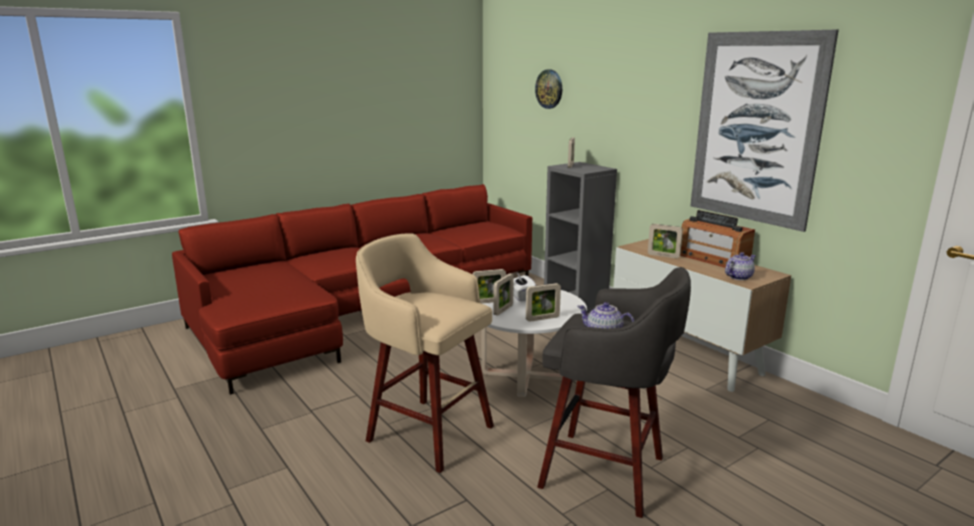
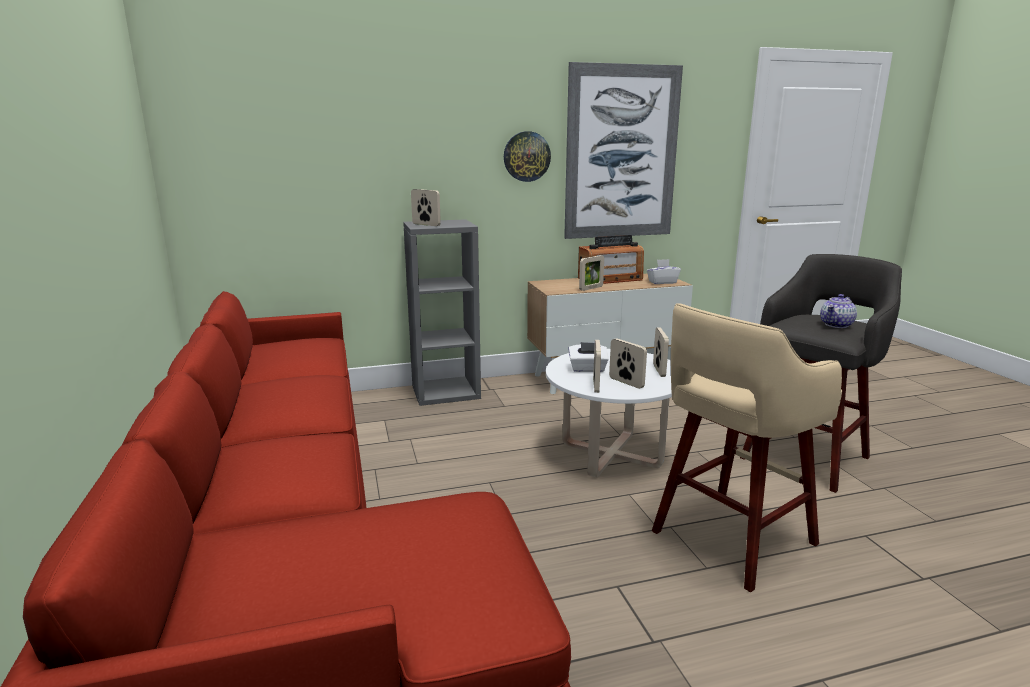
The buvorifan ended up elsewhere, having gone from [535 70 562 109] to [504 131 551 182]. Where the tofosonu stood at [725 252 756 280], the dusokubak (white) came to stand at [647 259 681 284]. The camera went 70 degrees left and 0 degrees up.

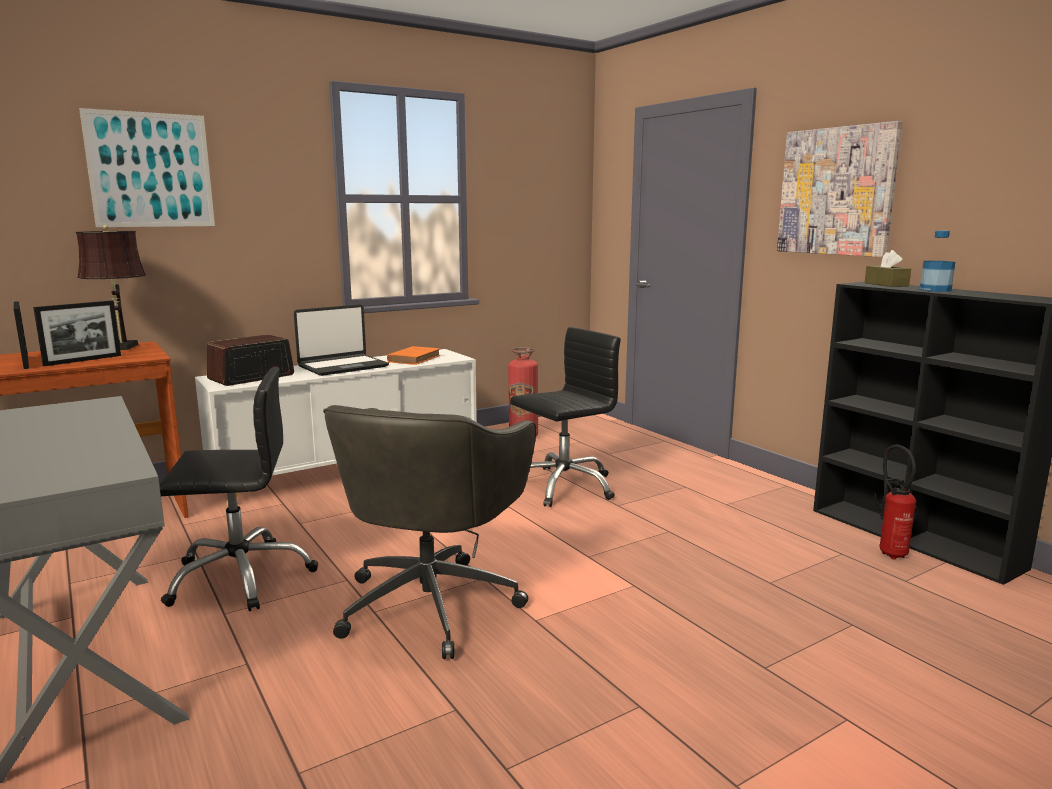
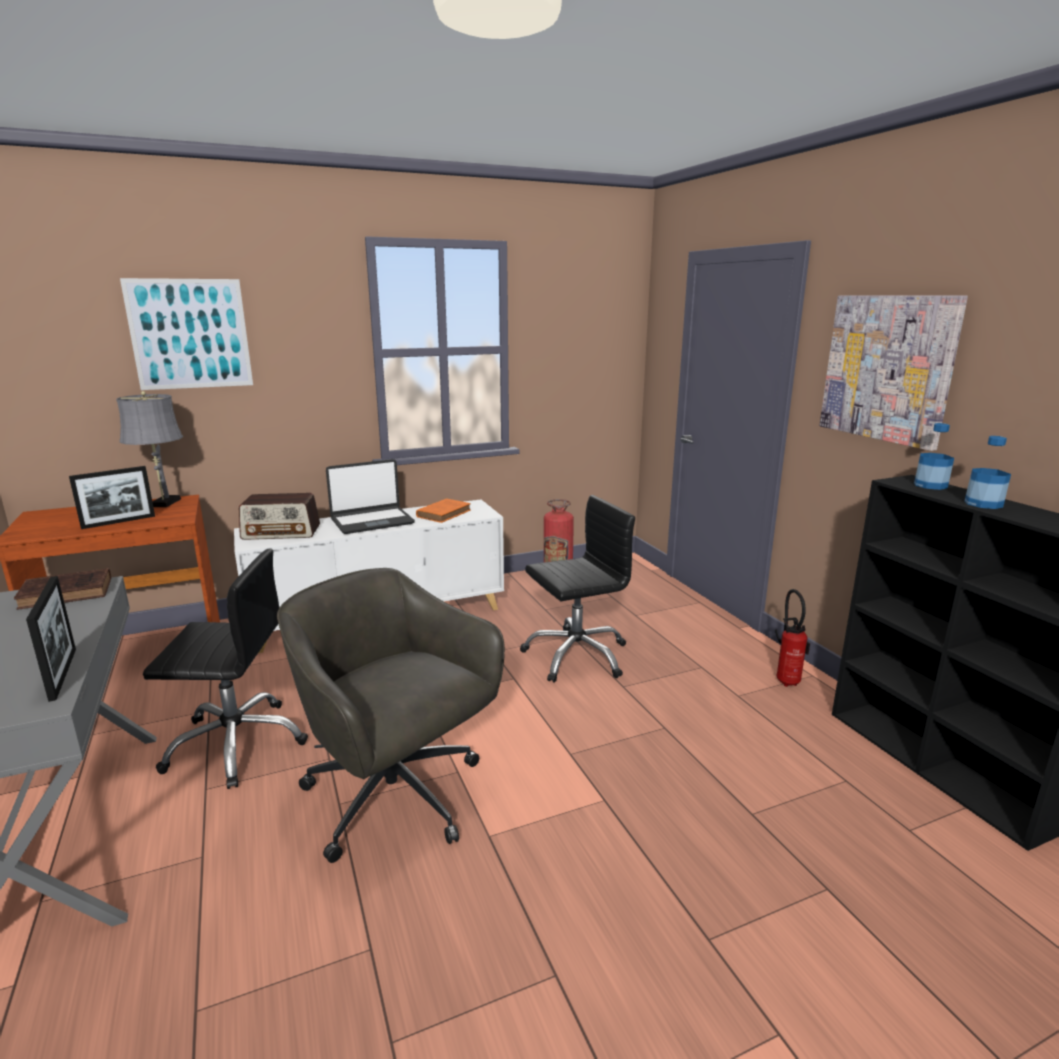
What was the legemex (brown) at [76 225 146 350] turned into the legemex (grey) at [116 391 183 507]. Where the dusokubak (brown) stood at [865 250 911 287], the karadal came to stand at [914 423 954 490]. The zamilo ended up elsewhere, having gone from [14 301 29 369] to [26 576 76 702]. The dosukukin at [207 335 294 386] ended up facing another way, 150 degrees counterclockwise from before. The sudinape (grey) at [323 405 536 659] ended up facing another way, 105 degrees clockwise from before. The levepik ended up elsewhere, having gone from [874 445 917 560] to [775 589 810 687]. The second view gained the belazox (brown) at [14 568 111 610]. The camera went 10 degrees right and 5 degrees up.

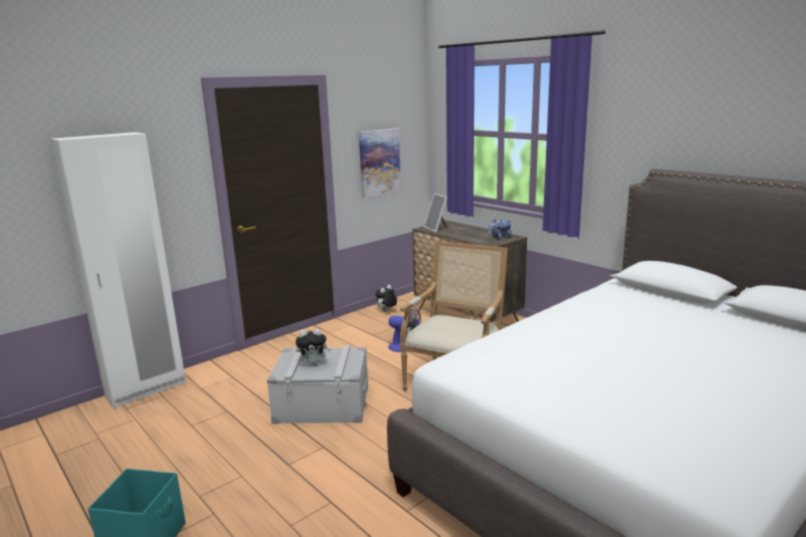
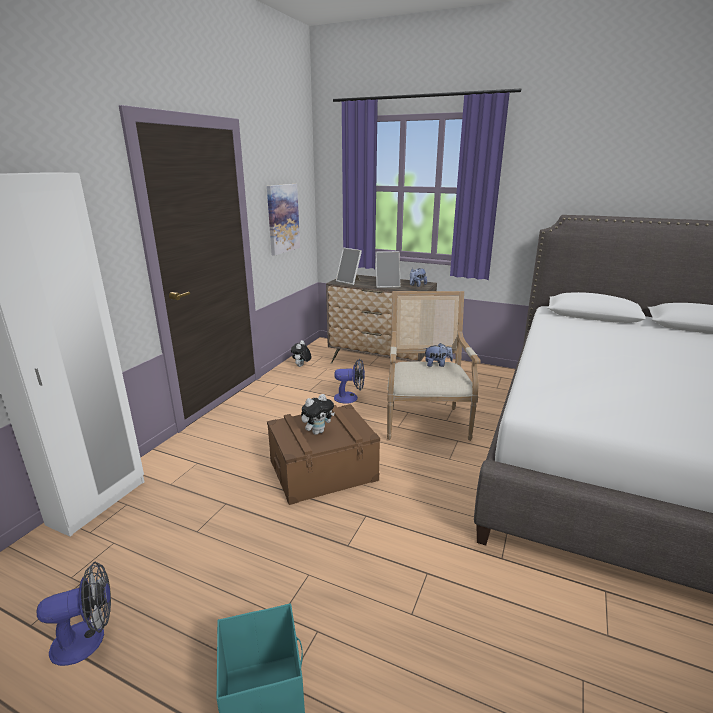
What was the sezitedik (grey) at [267 345 368 424] turned into the sezitedik (brown) at [267 404 380 505]. The second view gained the zamilo at [375 251 400 288]. The second view gained the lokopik at [424 343 453 367]. The second view gained the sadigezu at [36 562 111 666]. The camera went 25 degrees left and 5 degrees up.

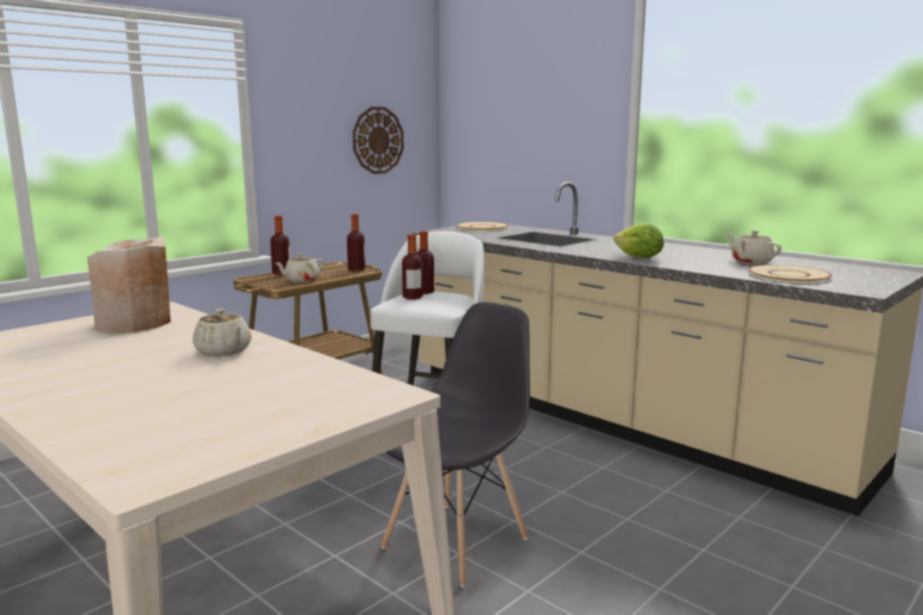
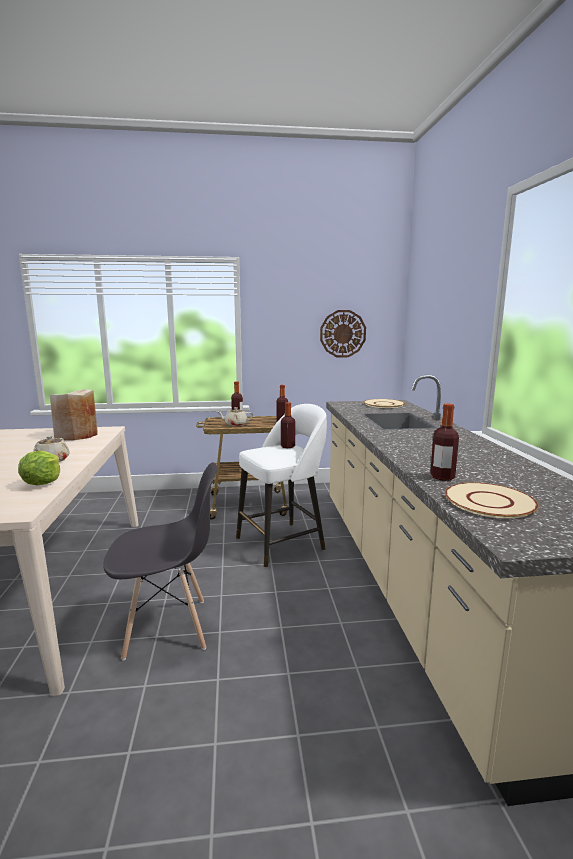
The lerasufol ended up elsewhere, having gone from [613 223 664 258] to [18 450 60 485]. The second view lost the tofosonu (beige) at [726 231 782 264]. The karadal ended up elsewhere, having gone from [402 234 423 300] to [430 404 459 481]. The camera went 40 degrees right and 0 degrees up.

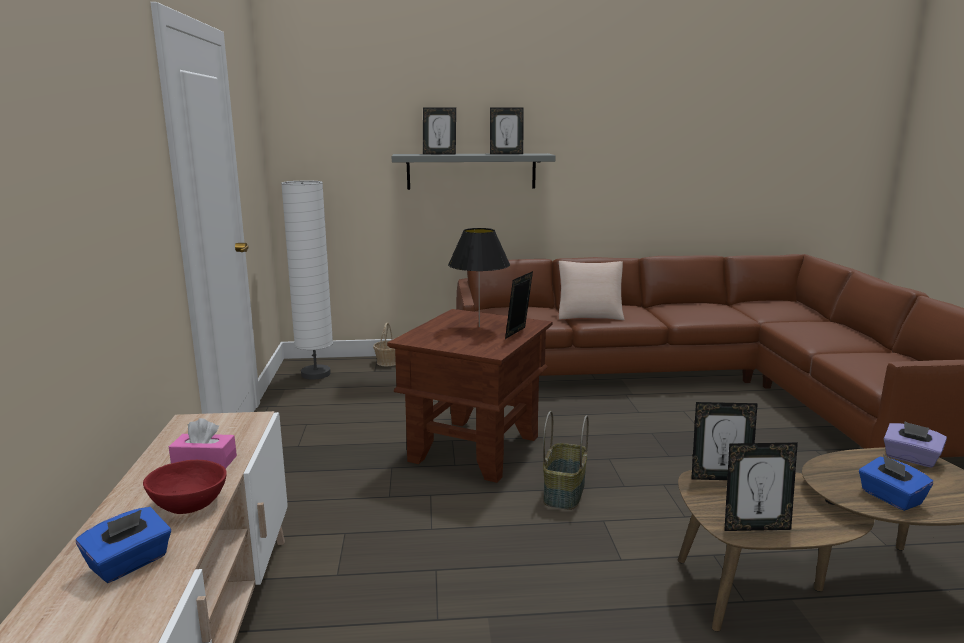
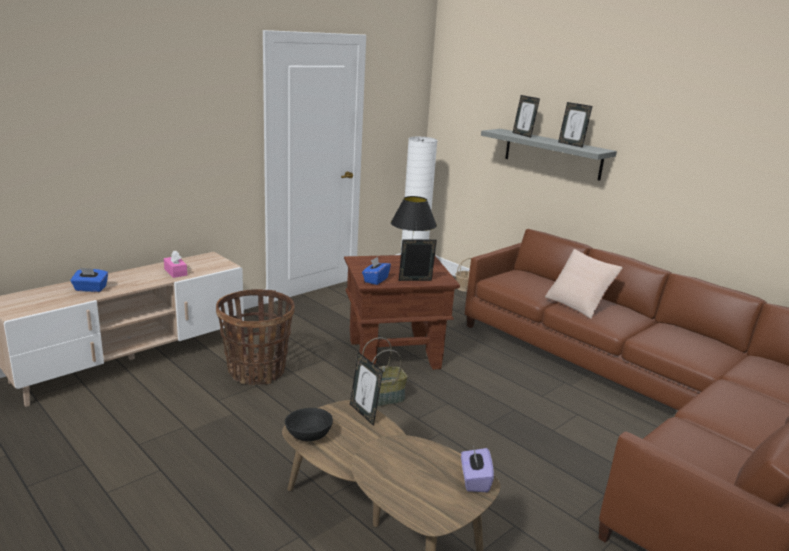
Where the zamilo stood at [724 442 798 531], the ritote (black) came to stand at [285 408 333 441]. The dusokubak (blue) ended up elsewhere, having gone from [859 455 933 511] to [362 257 391 285]. The second view lost the ritote (red) at [143 460 227 514]. The second view gained the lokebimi at [216 289 295 385]. The camera went 50 degrees right and 5 degrees up.

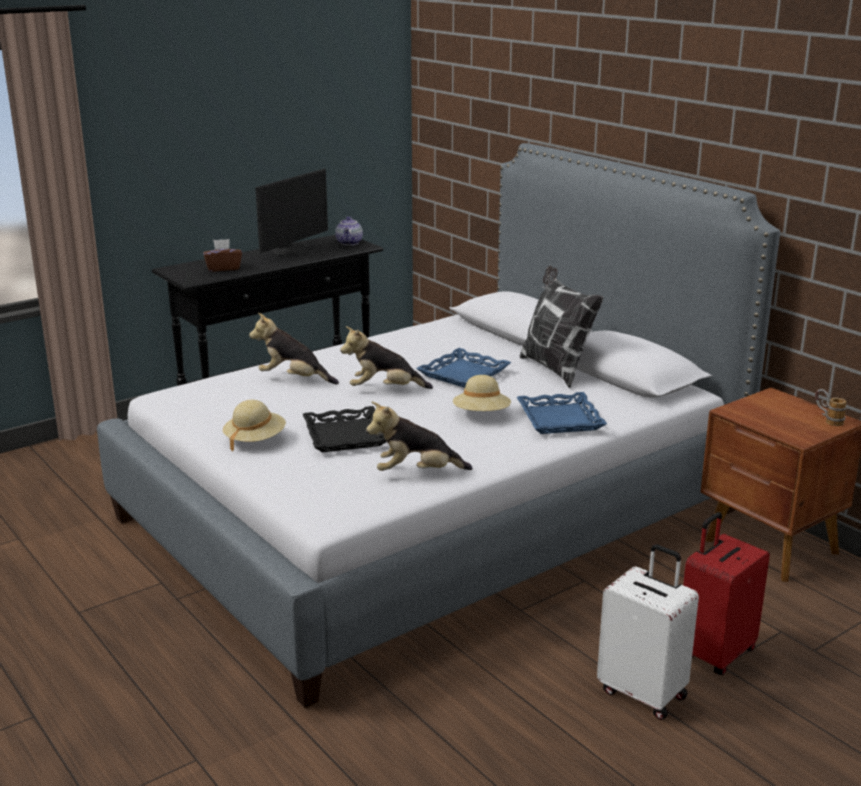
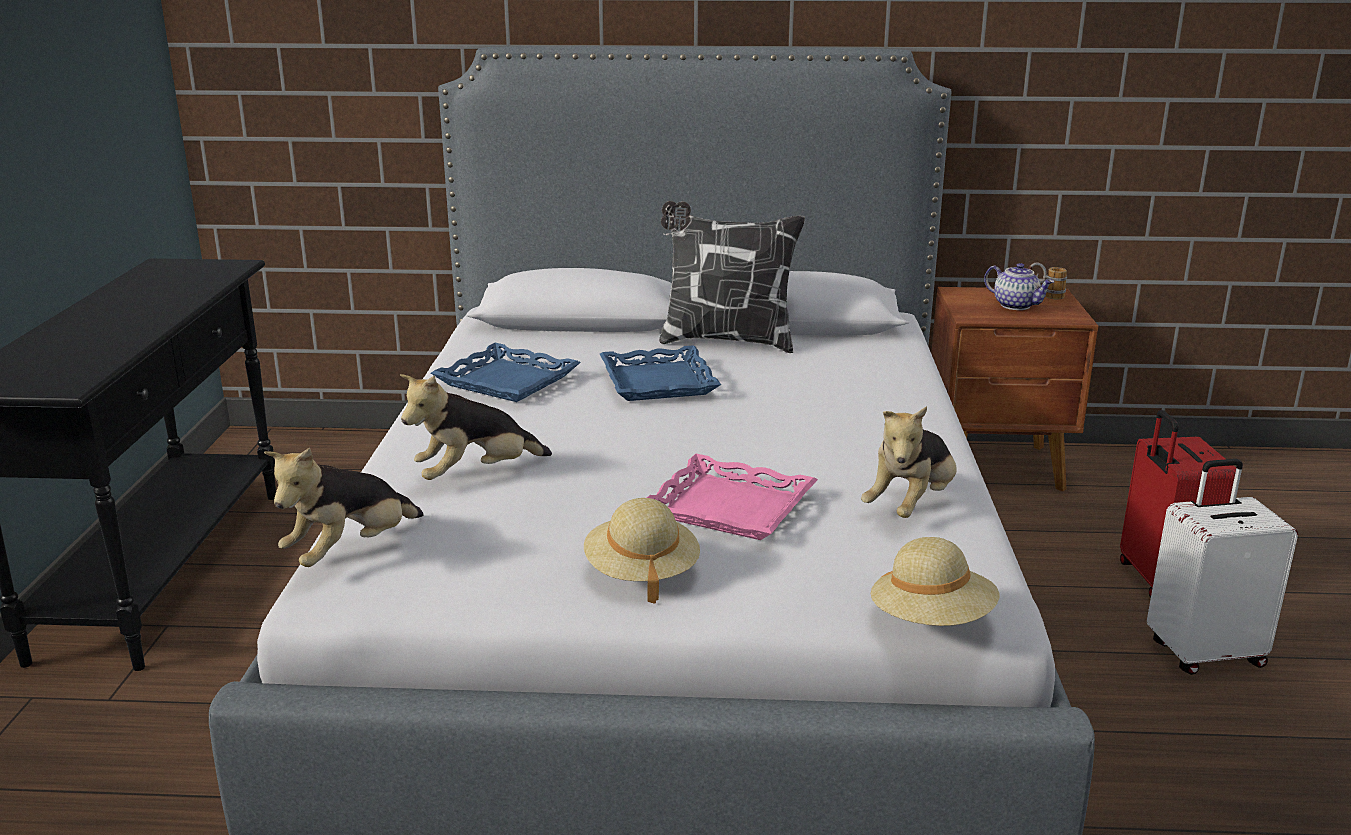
The second view lost the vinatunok at [255 169 328 255]. The tofosonu ended up elsewhere, having gone from [335 217 363 246] to [984 263 1054 310]. The second view lost the dusokubak (brown) at [203 239 242 272]. The lokopik ended up elsewhere, having gone from [340 326 433 389] to [264 448 424 567]. The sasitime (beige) ended up elsewhere, having gone from [453 375 511 411] to [871 537 999 626]. The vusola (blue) ended up elsewhere, having gone from [517 392 607 434] to [431 343 581 402]. What was the vusola (black) at [303 406 387 452] turned into the vusola (pink) at [647 454 818 540]. The camera went 50 degrees left and 0 degrees up.

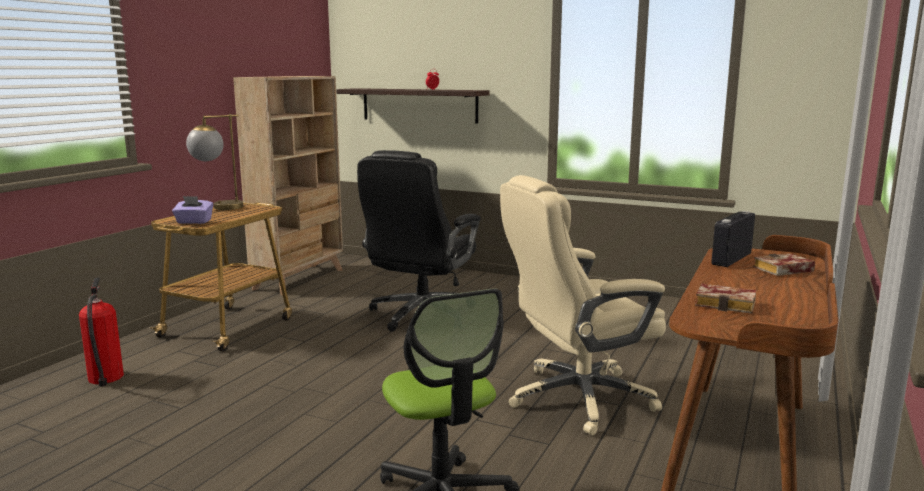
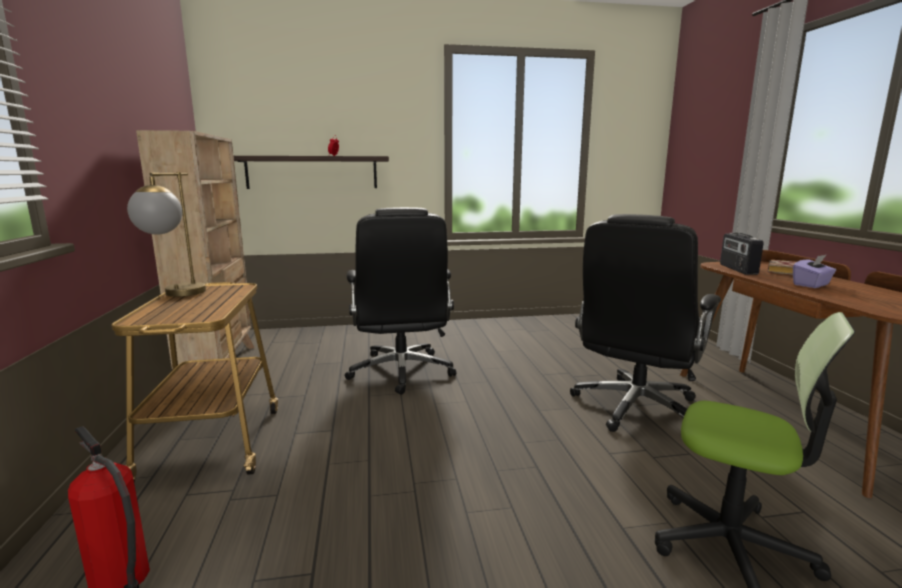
What was the sudinape (beige) at [500 175 666 436] turned into the sudinape (black) at [570 214 721 432]. The dusokubak (purple) ended up elsewhere, having gone from [172 196 213 224] to [793 254 836 288]. The second view lost the belazox at [695 284 756 314]. The camera went 35 degrees left and 0 degrees up.

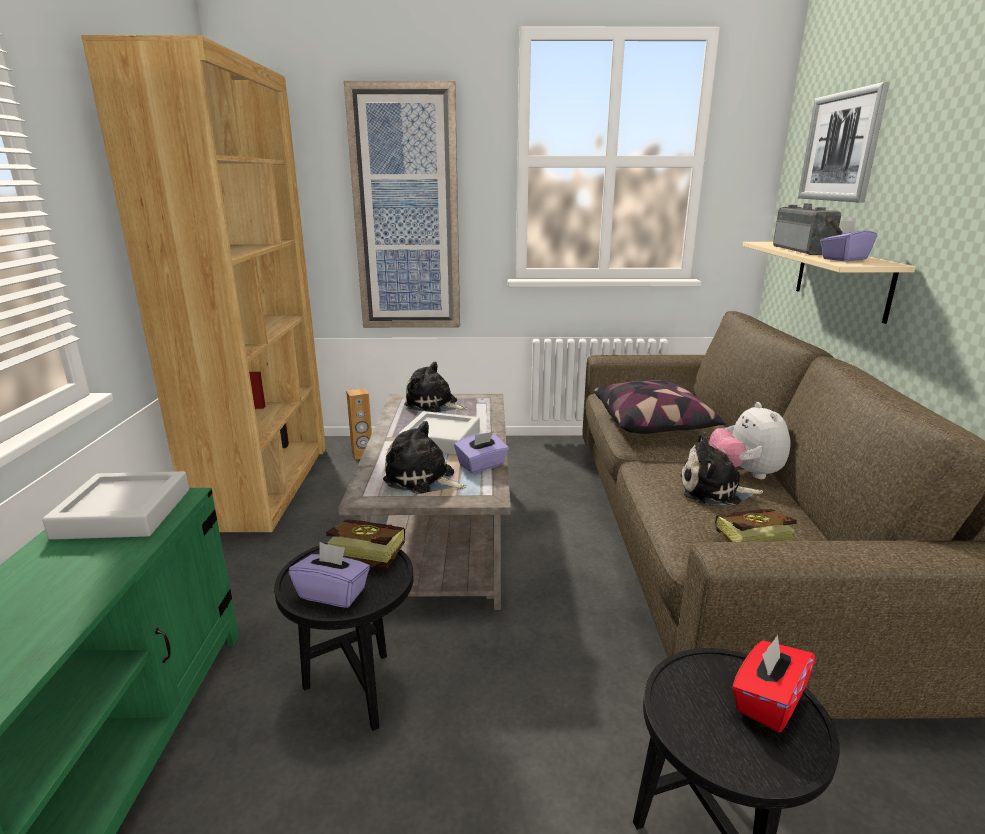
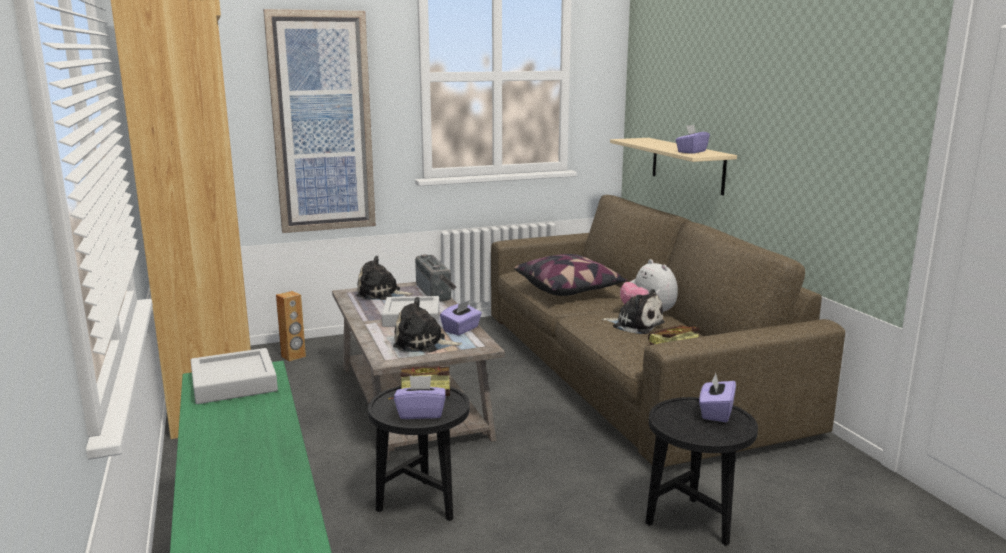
The second view lost the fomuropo at [798 82 890 202]. The dosukukin ended up elsewhere, having gone from [773 203 843 255] to [415 254 456 301]. The lokopik at [680 432 763 506] ended up facing another way, 135 degrees counterclockwise from before. What was the dusokubak (red) at [732 635 816 732] turned into the dusokubak (purple) at [699 373 736 422]. The camera went 20 degrees left and 5 degrees down.

